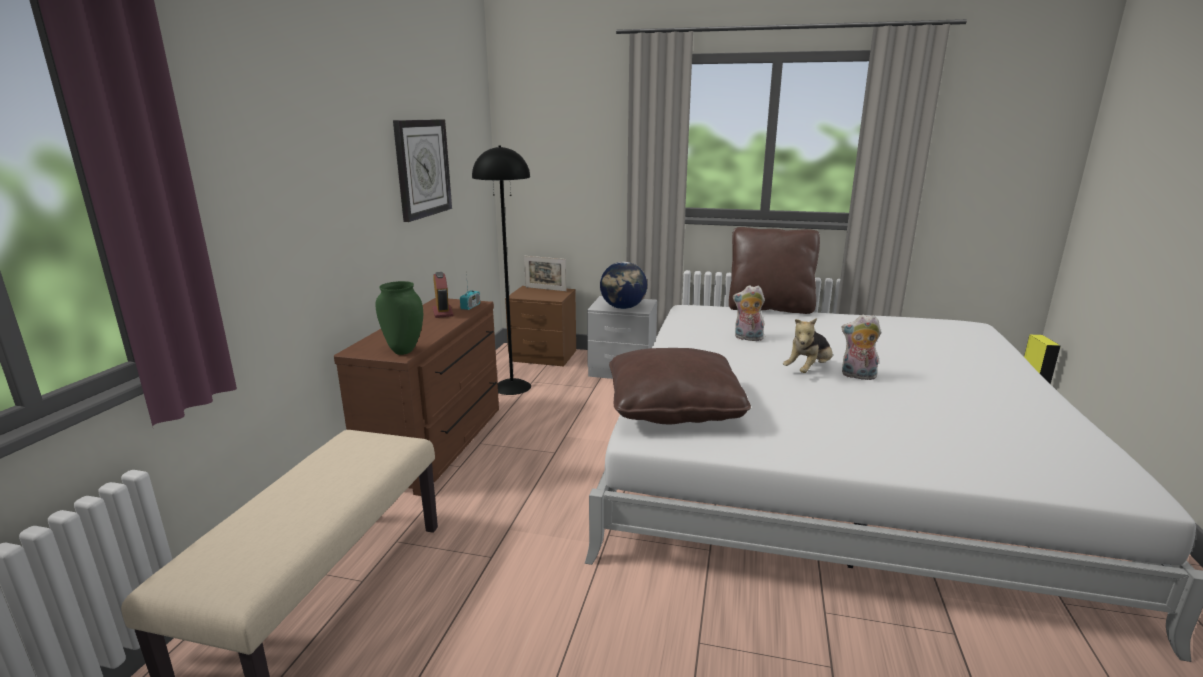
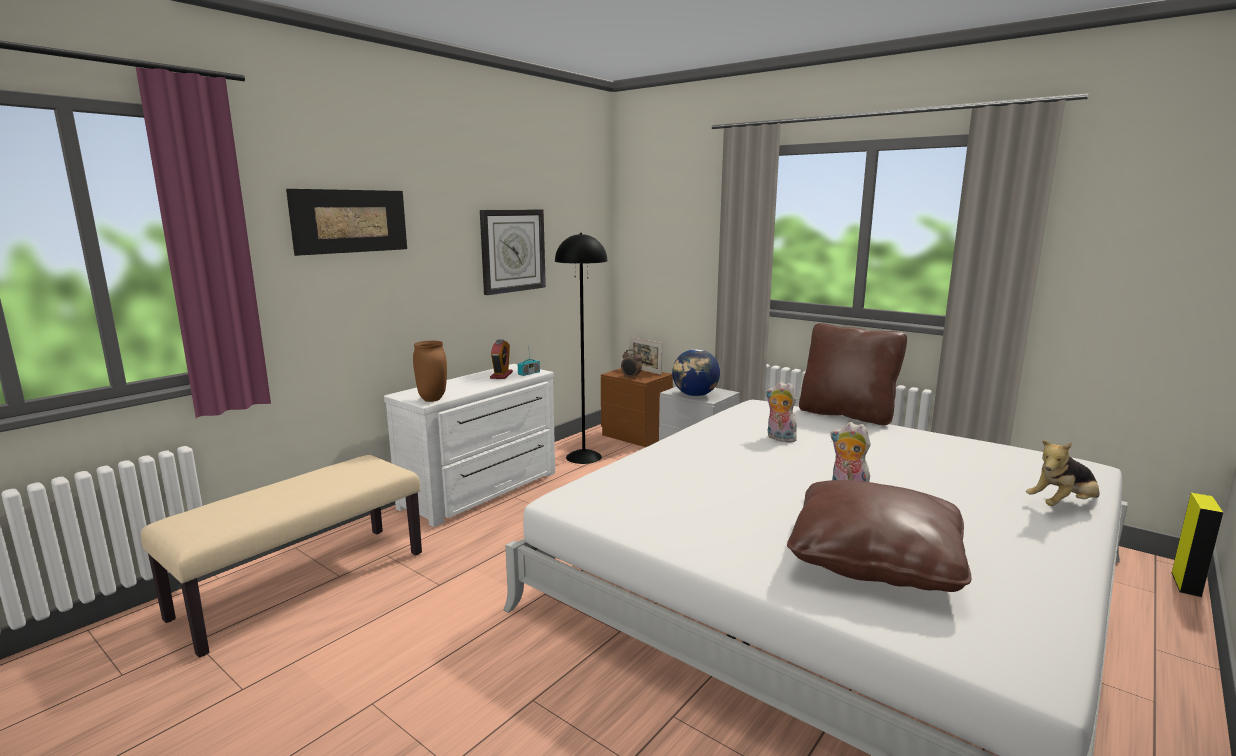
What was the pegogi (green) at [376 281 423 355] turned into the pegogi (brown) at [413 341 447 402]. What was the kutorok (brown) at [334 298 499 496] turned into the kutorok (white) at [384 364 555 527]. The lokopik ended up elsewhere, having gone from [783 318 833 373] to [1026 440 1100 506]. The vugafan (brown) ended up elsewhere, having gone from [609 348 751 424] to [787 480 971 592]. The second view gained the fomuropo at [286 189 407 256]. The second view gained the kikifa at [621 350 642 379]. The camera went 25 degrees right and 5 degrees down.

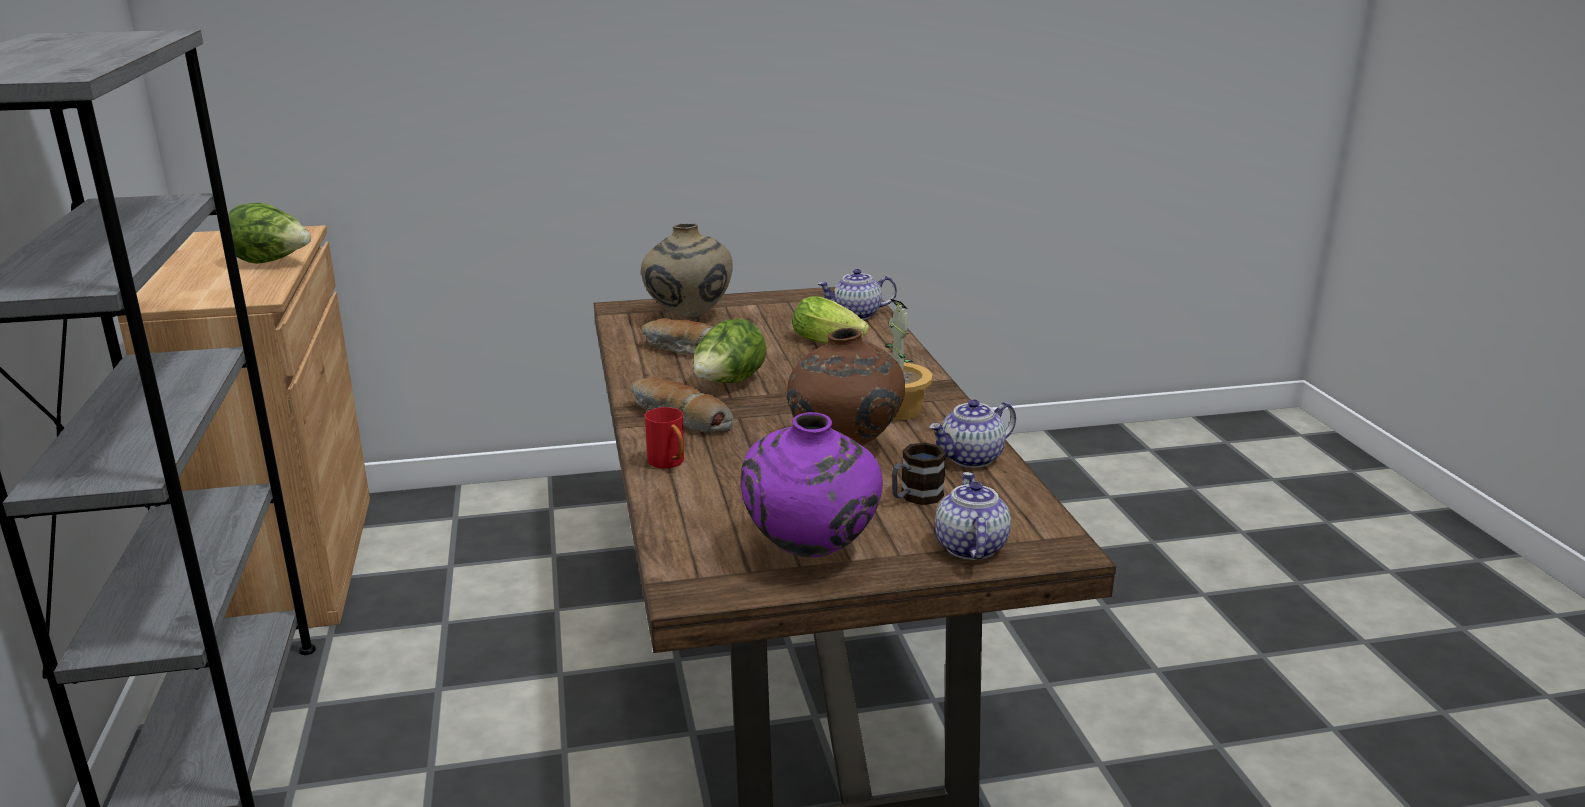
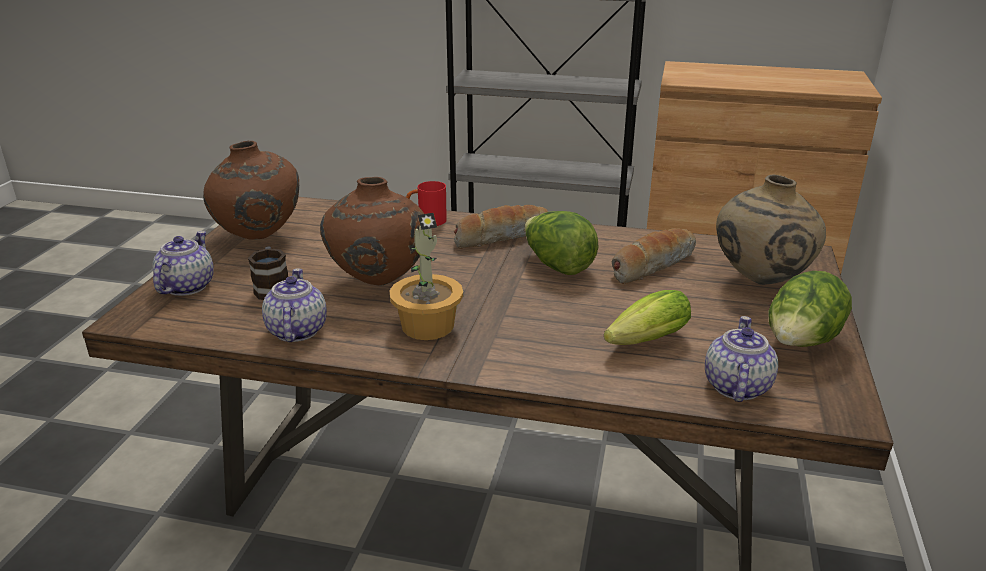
The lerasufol ended up elsewhere, having gone from [228 203 311 264] to [768 271 852 347]. What was the pegogi (purple) at [741 412 883 558] turned into the pegogi (brown) at [203 141 299 240]. The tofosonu at [935 472 1011 560] ended up facing another way, 105 degrees counterclockwise from before. The camera went 115 degrees right and 5 degrees up.

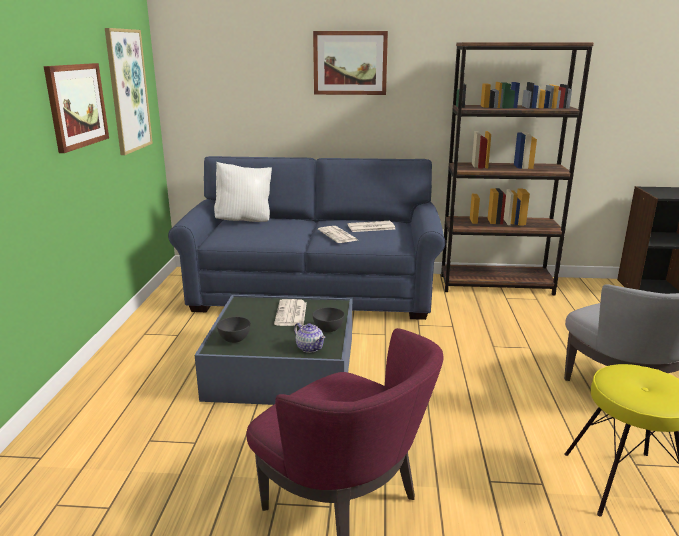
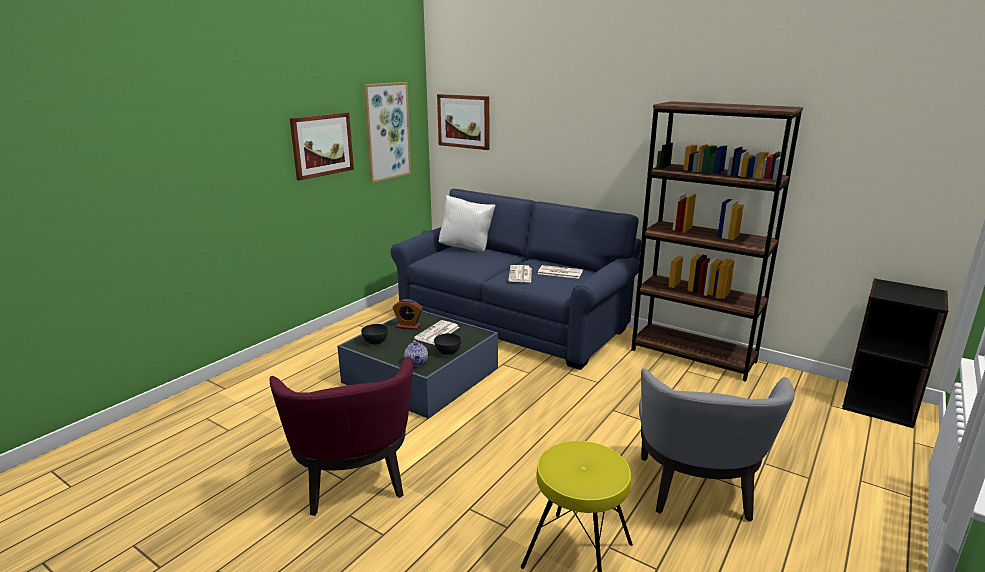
The fomuropo ended up elsewhere, having gone from [313 31 388 95] to [437 94 489 150]. The second view gained the kikifa at [393 299 423 330]. The camera went 30 degrees right and 0 degrees up.

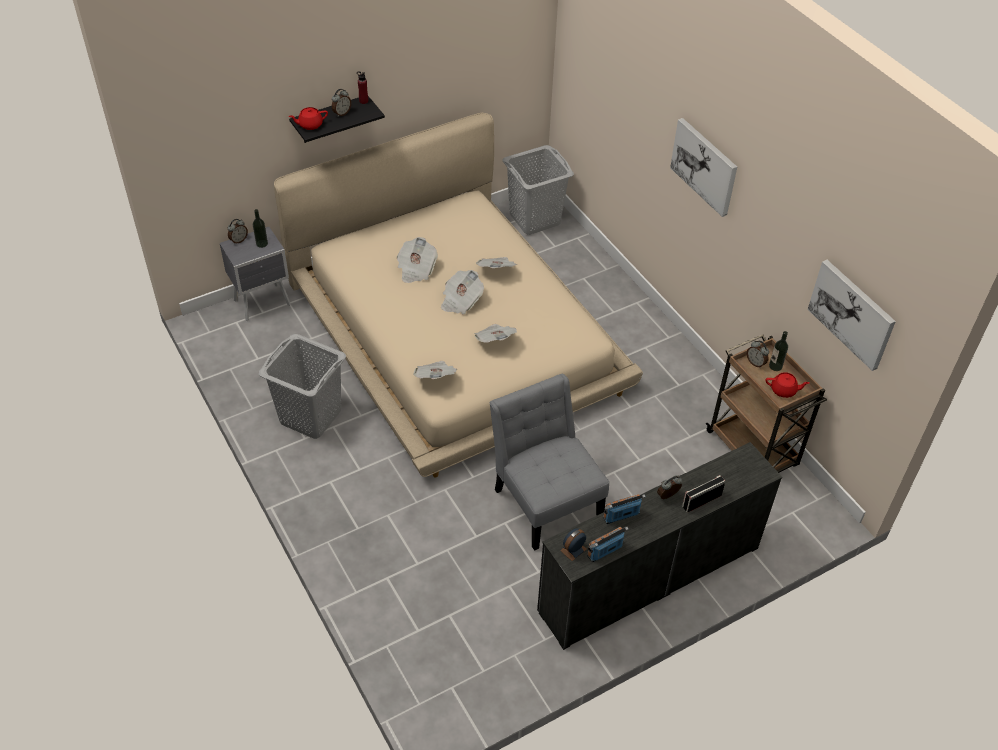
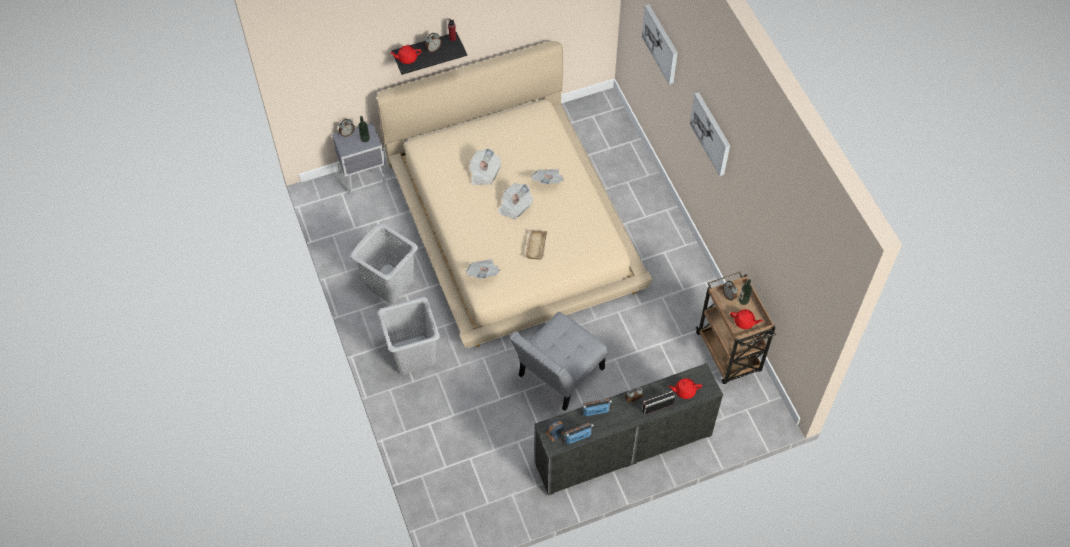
The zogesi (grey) ended up elsewhere, having gone from [503 145 574 235] to [377 297 440 375]. The fomuropo ended up elsewhere, having gone from [808 260 896 371] to [642 4 678 85]. Where the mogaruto stood at [474 324 517 343], the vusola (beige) came to stand at [525 230 547 260]. The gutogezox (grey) at [489 374 609 551] ended up facing another way, 120 degrees counterclockwise from before. The second view gained the tofosonu (red) at [668 378 702 399]. The camera went 10 degrees right and 10 degrees up.

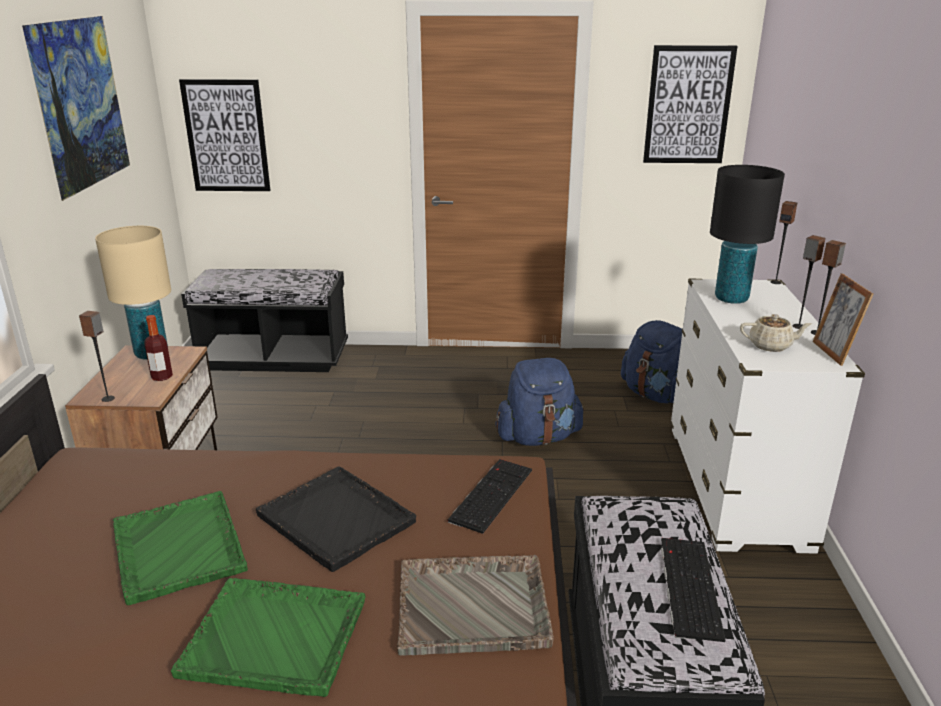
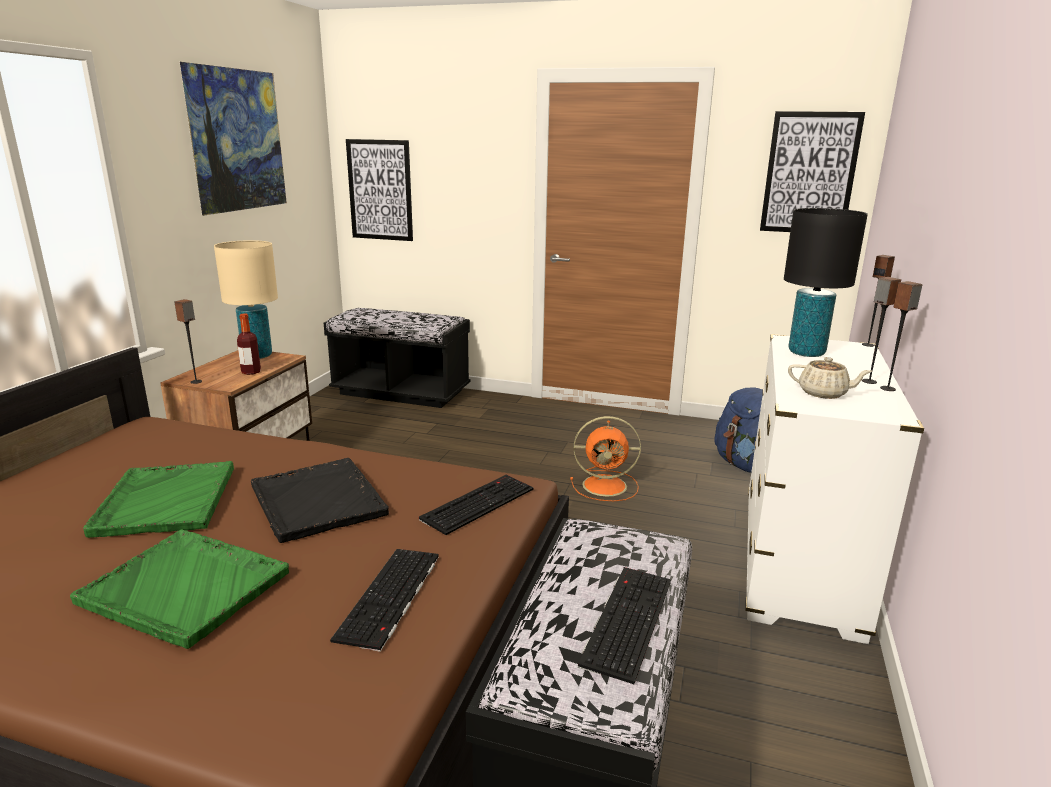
The second view lost the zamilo at [813 273 874 366]. Where the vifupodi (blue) stood at [495 358 584 446], the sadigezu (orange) came to stand at [570 416 641 501]. Where the vusola (grey) stood at [397 555 554 656], the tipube came to stand at [330 549 439 652]. The camera went 15 degrees right and 5 degrees down.

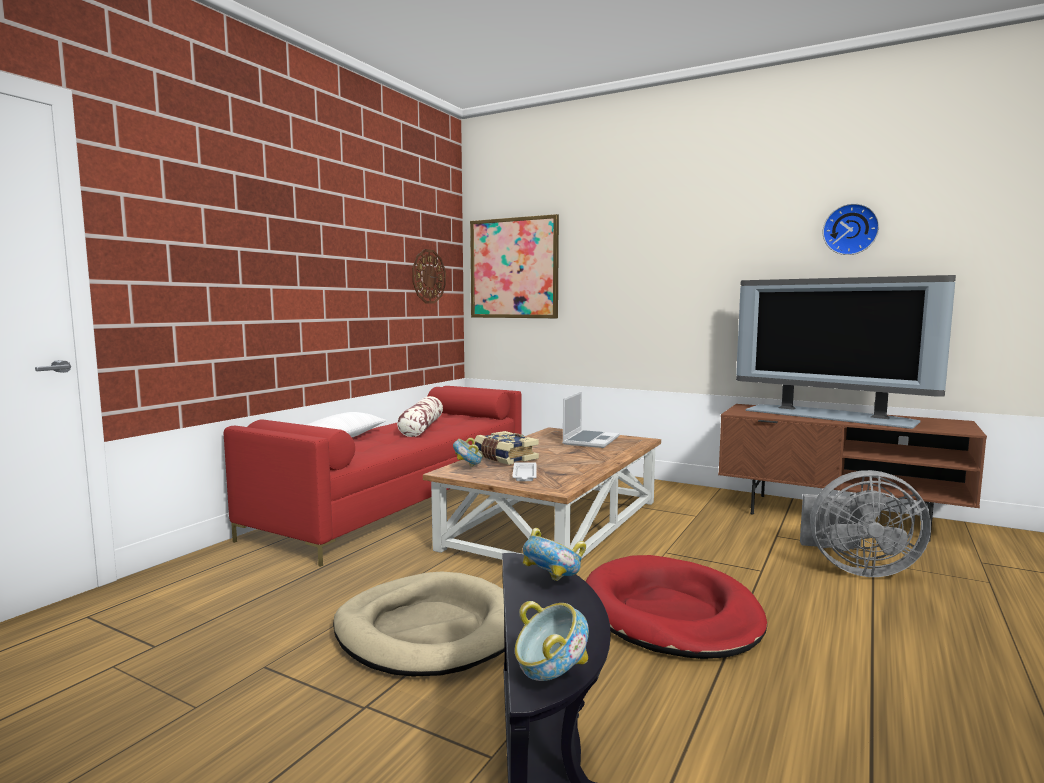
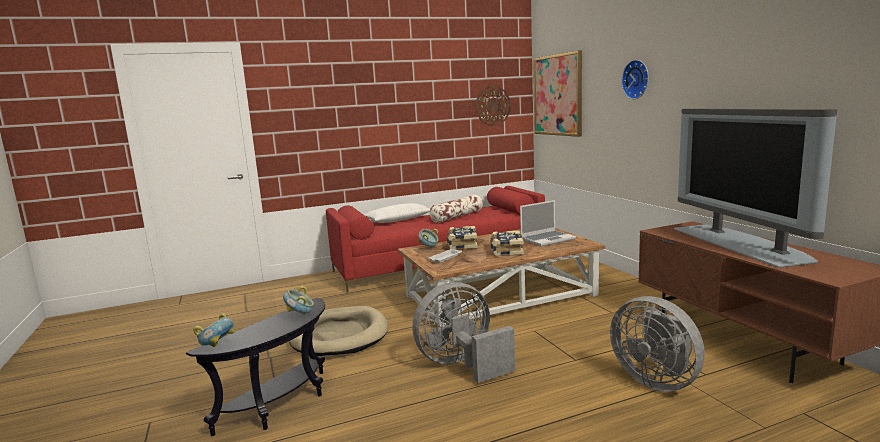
The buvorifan ended up elsewhere, having gone from [823 203 879 255] to [621 60 649 99]. Where the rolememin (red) stood at [586 555 767 659], the sadigezu (grey) came to stand at [412 282 515 383]. The second view gained the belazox at [490 231 524 256]. The camera went 40 degrees right and 5 degrees up.

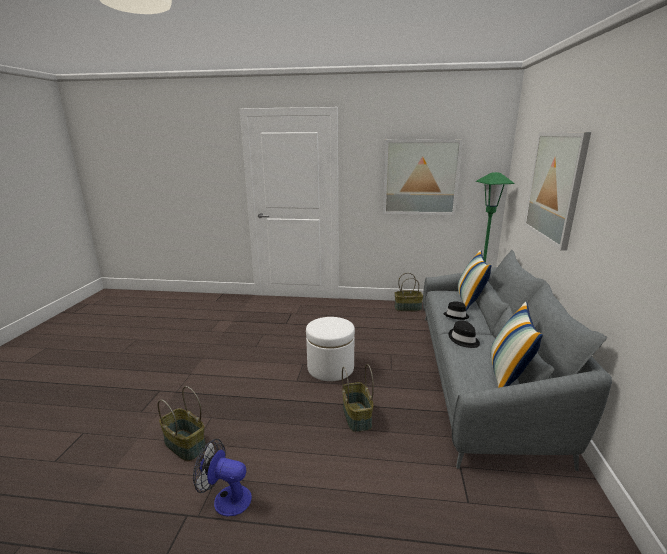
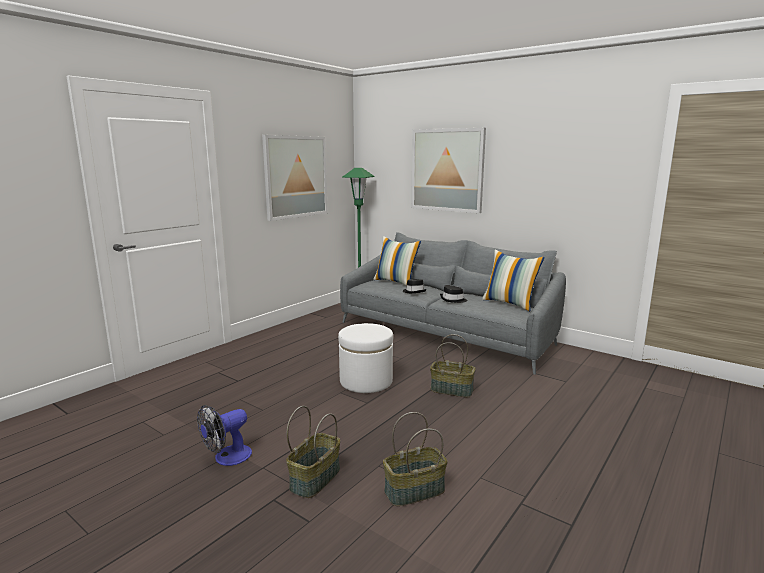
The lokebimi ended up elsewhere, having gone from [394 273 423 311] to [286 406 340 498]. The sadigezu ended up elsewhere, having gone from [193 439 252 516] to [197 405 252 466]. The camera went 60 degrees left and 5 degrees down.

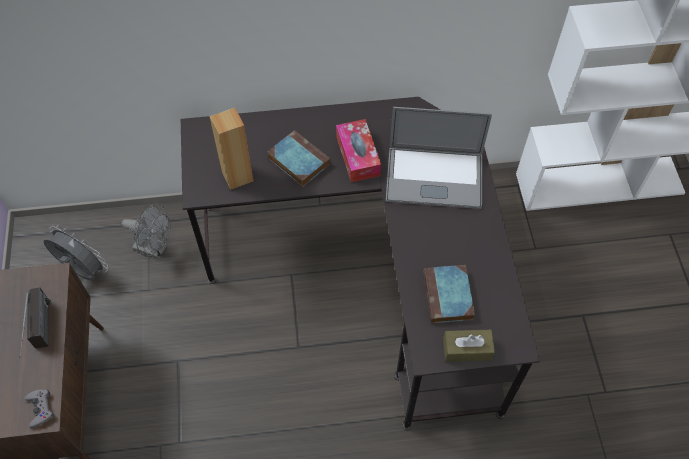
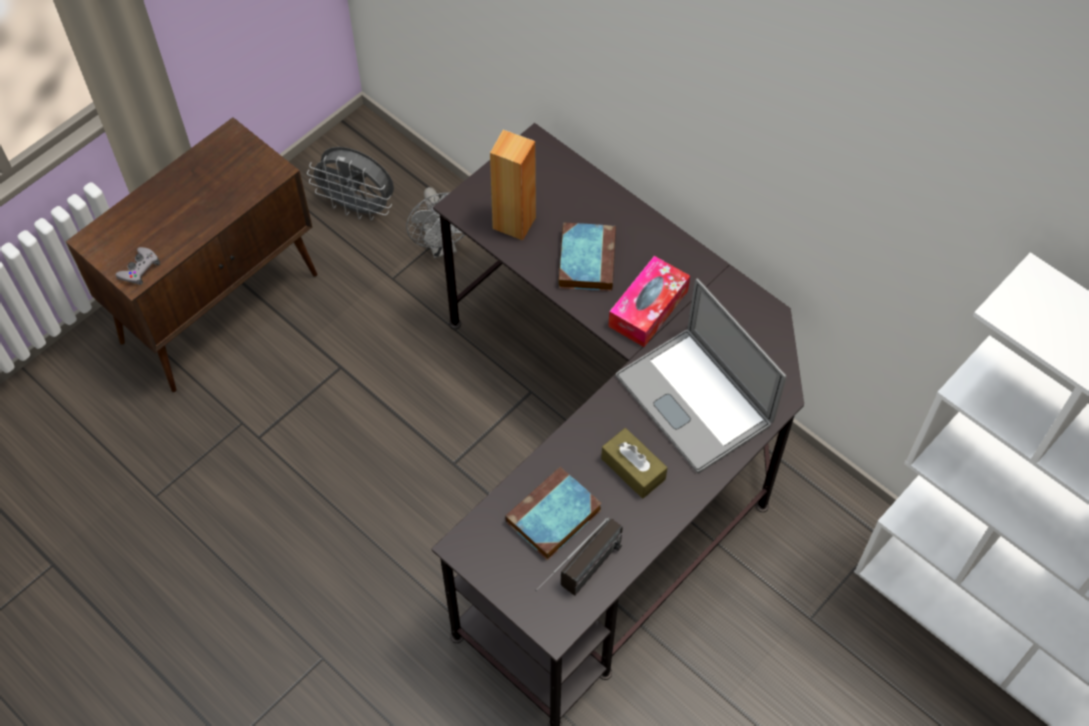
The sadigezu (grey) at [44 225 108 280] ended up facing another way, 120 degrees clockwise from before. The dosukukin ended up elsewhere, having gone from [19 287 51 357] to [535 518 623 596]. The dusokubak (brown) ended up elsewhere, having gone from [443 330 495 362] to [601 428 667 499]. The camera went 50 degrees right and 0 degrees up.

